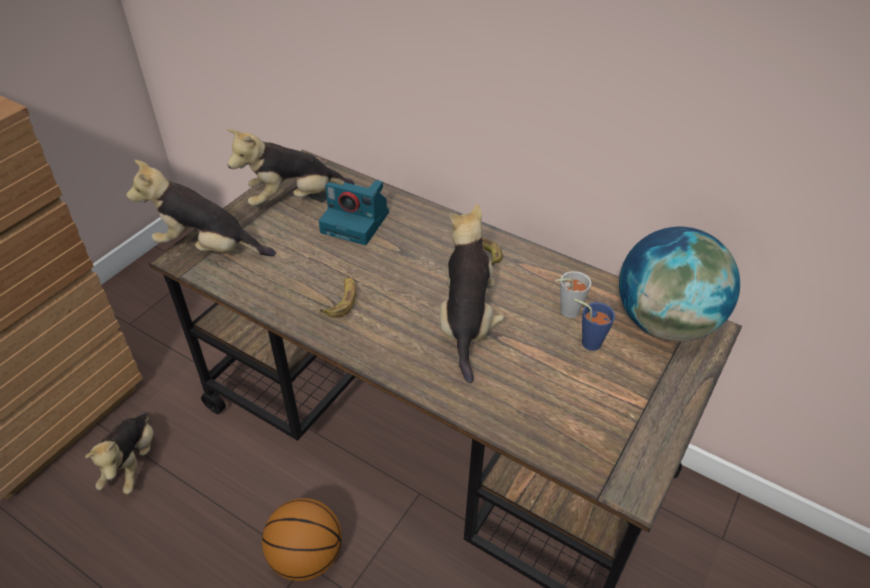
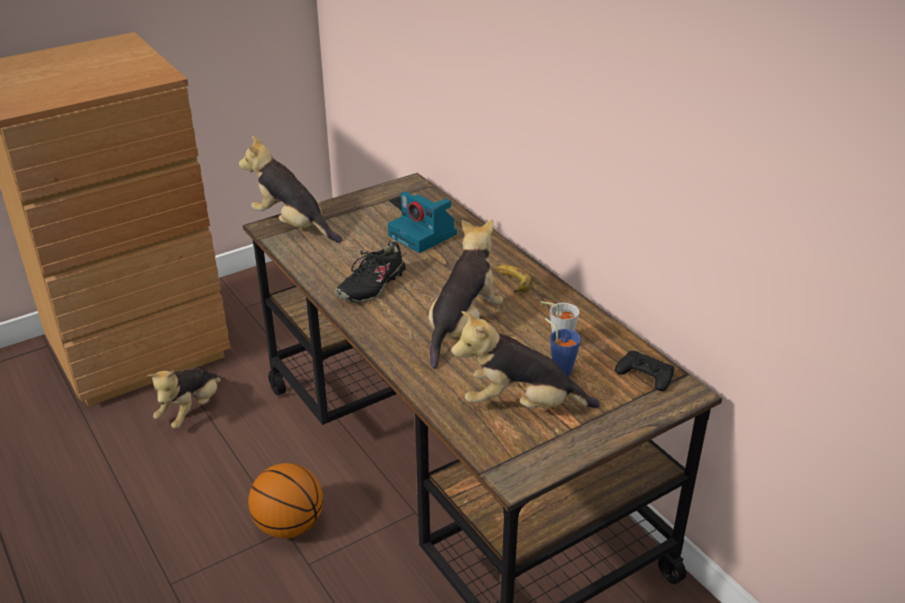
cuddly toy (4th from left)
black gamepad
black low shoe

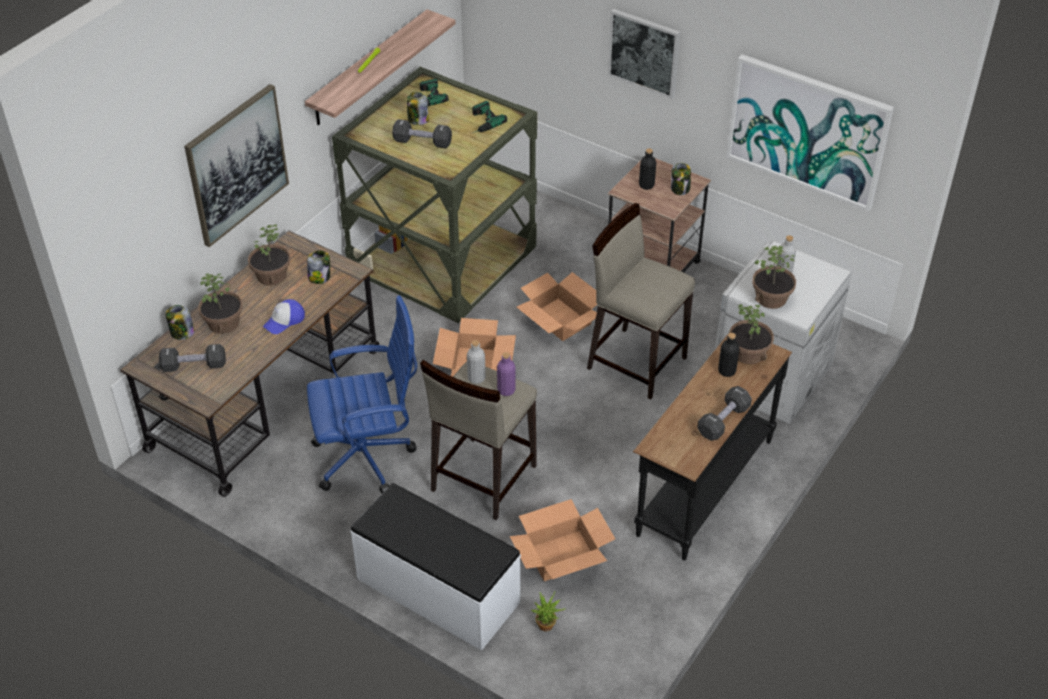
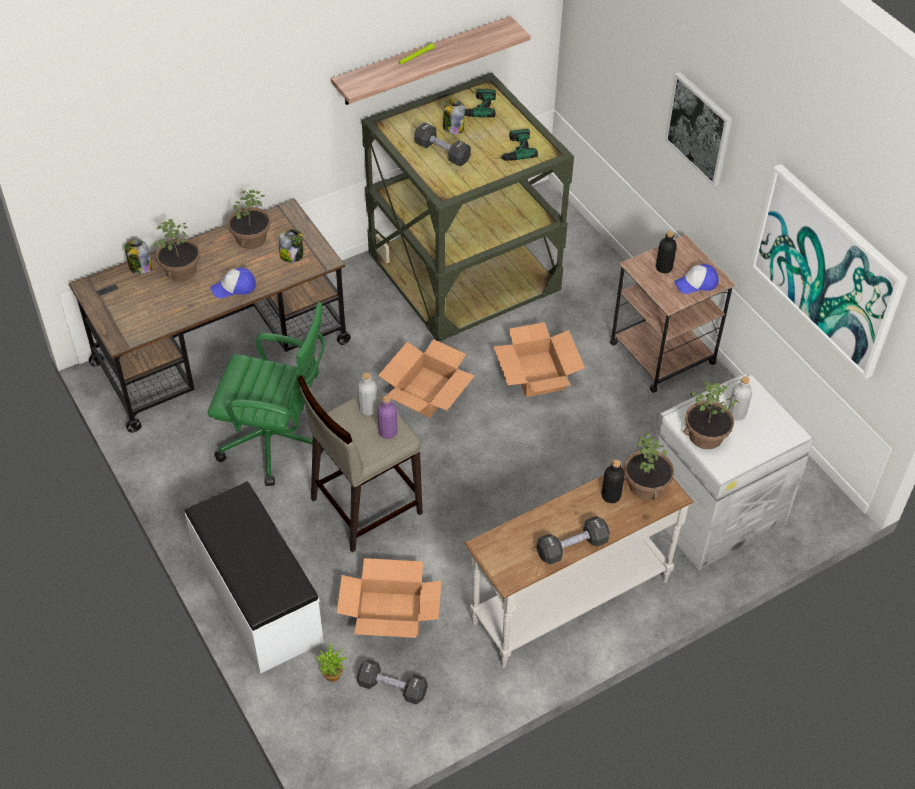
wall art (1st from left in the first image)
cap (2nd from left)
beige stool seat (2nd from left in the first image)
green-coloured desk chair
white hall table
black hand weight (1st from left)

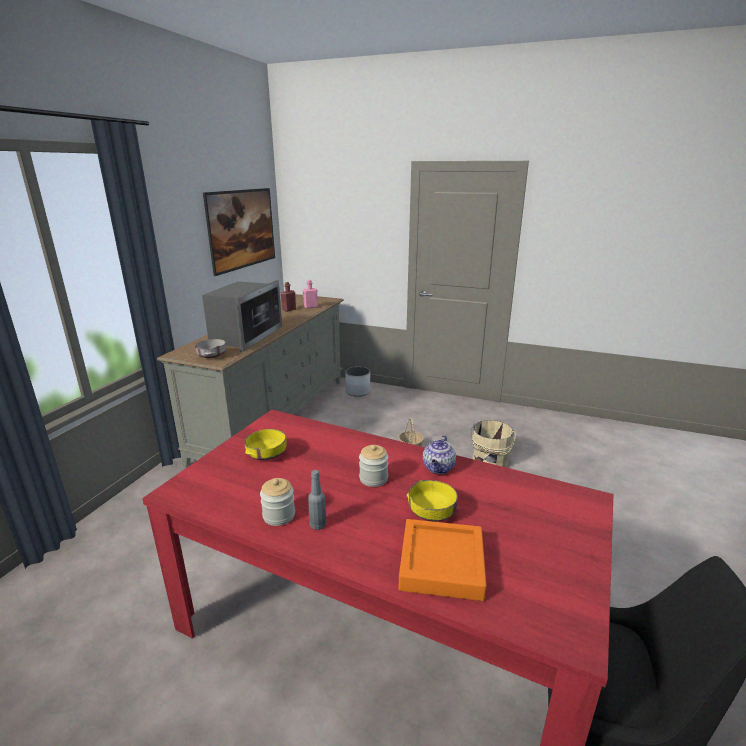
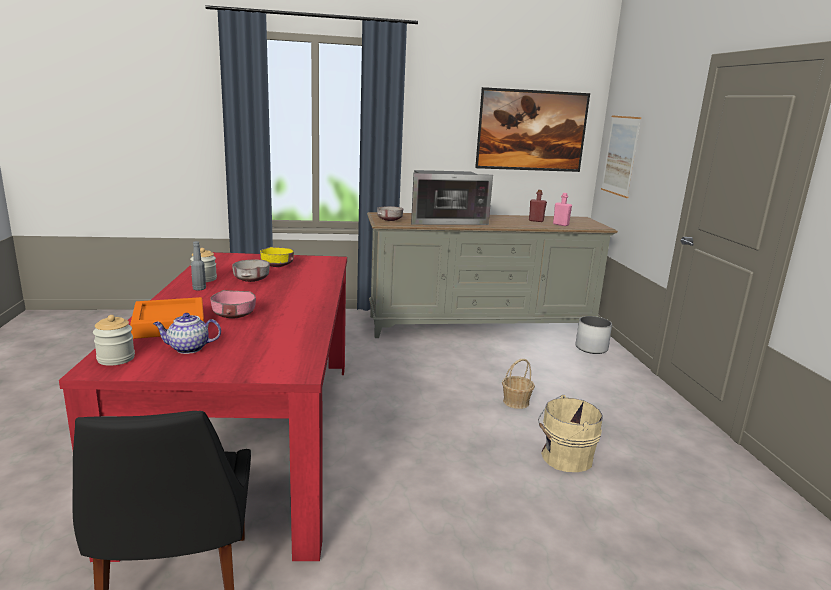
tea pot
preserve jar (1st from left)
pinkish deep dish
wall art (2nd from left)
gray deep dish (1st from left)

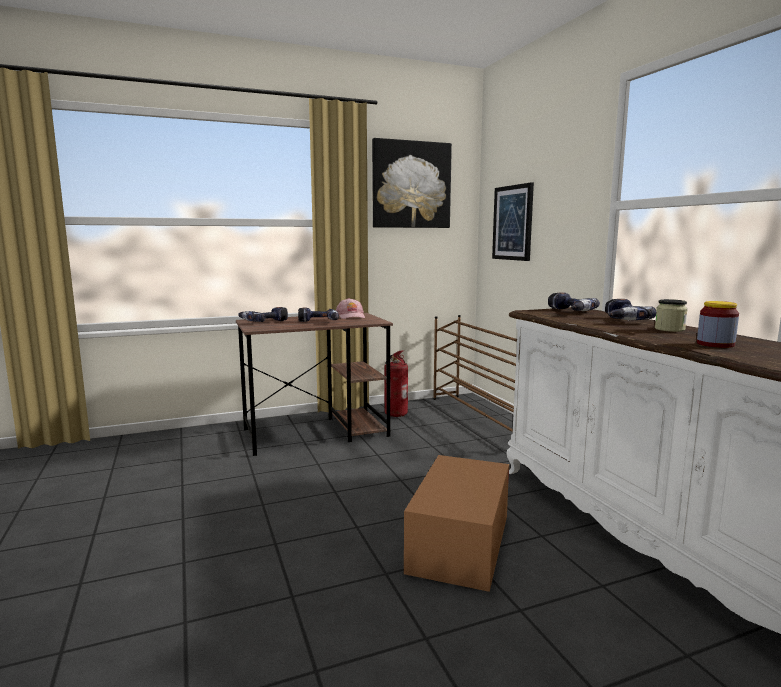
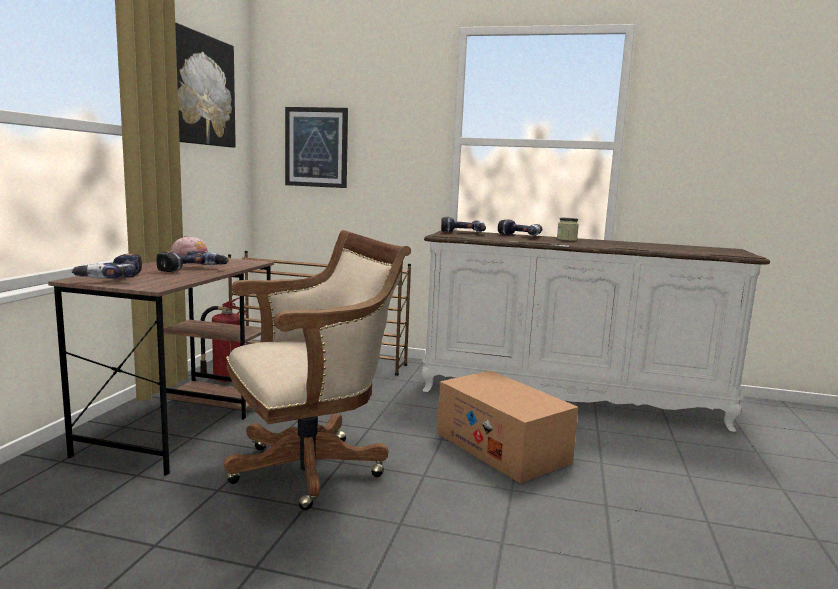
preserve jar (2nd from left in the first image)
desk chair

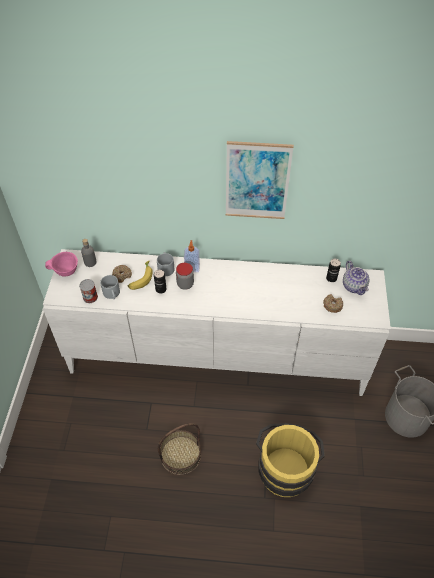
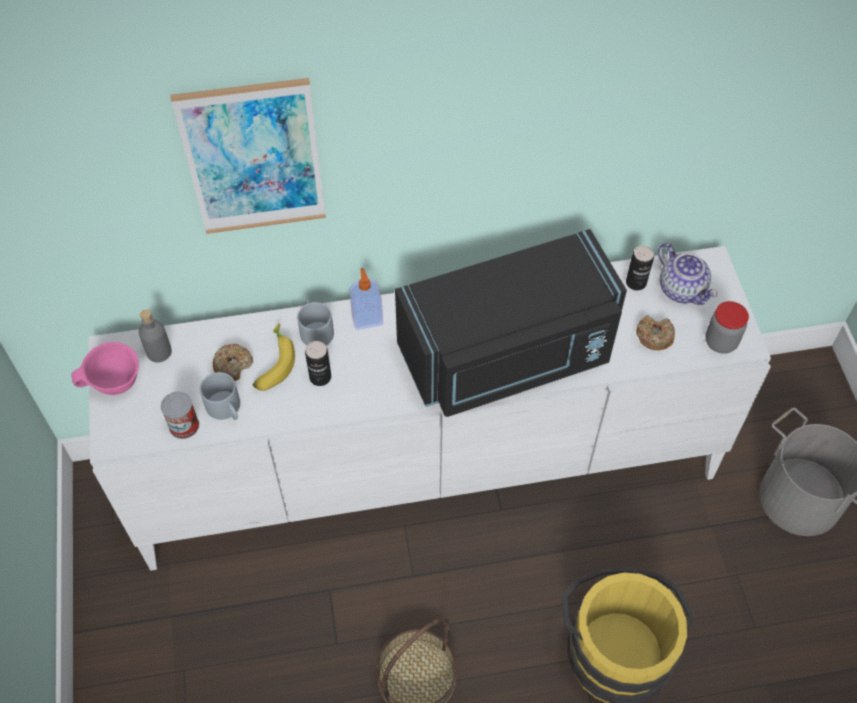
wall art
preserve jar
black kitchen microwave

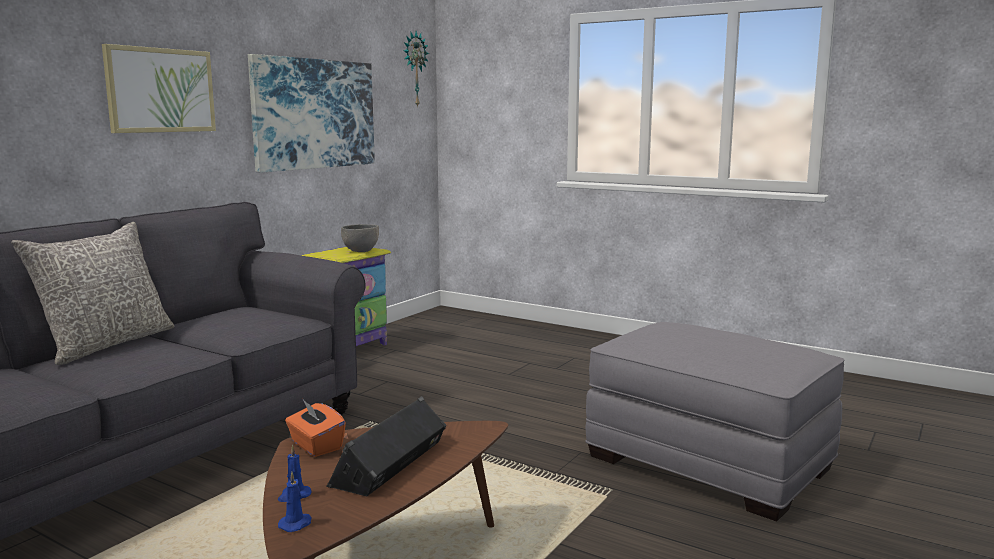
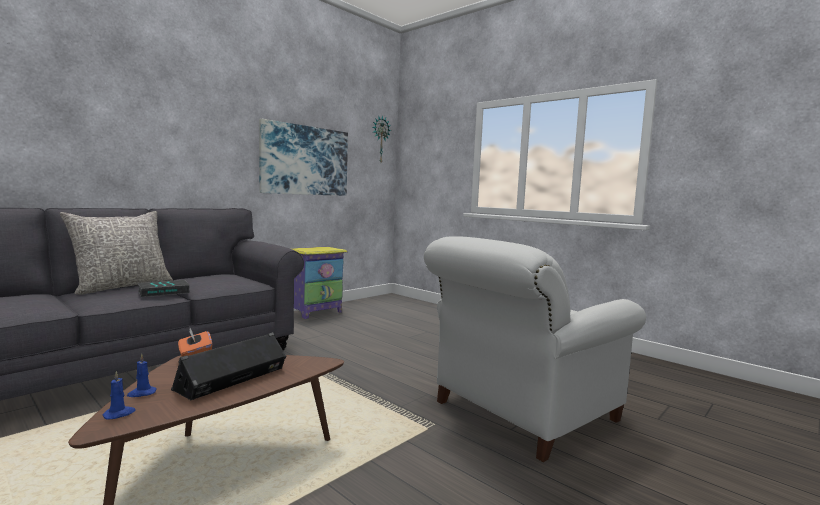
wall art (1st from left in the first image)
gray deep dish
white armchair
book

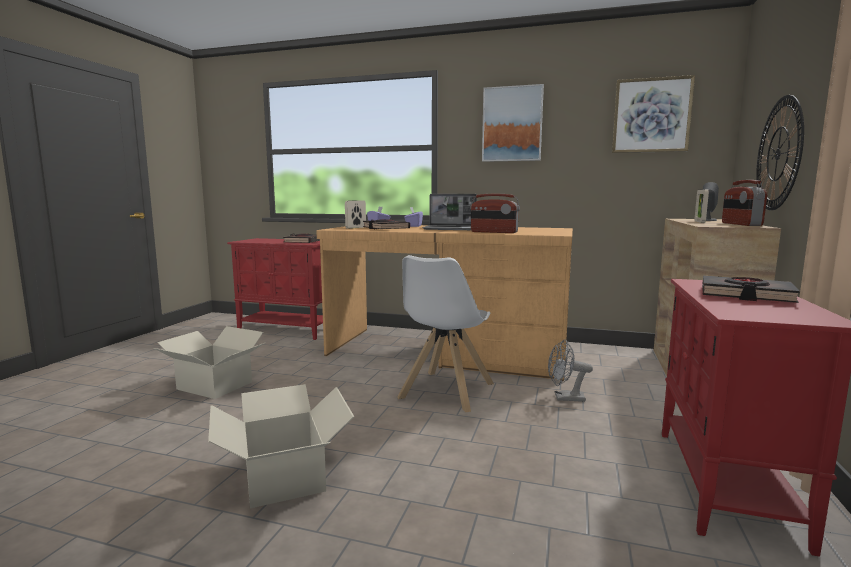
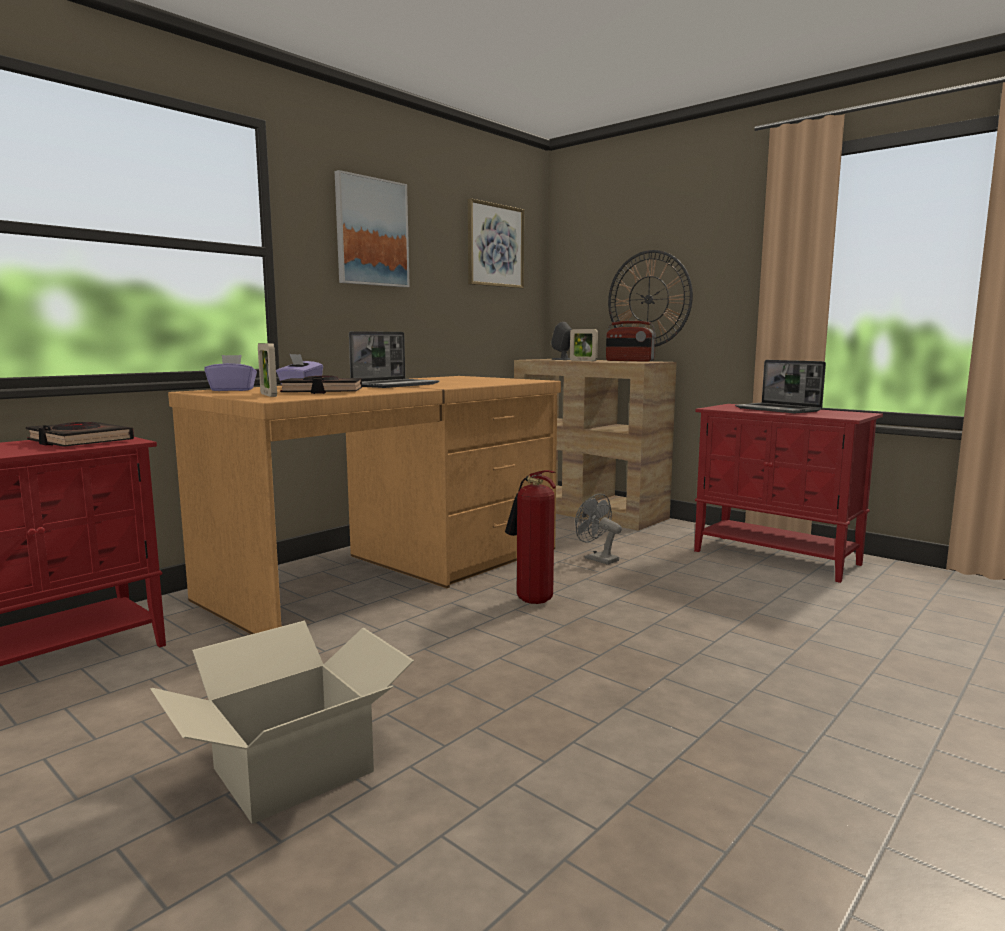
radio set (1st from left in the first image)
fire extinguisher
portable computer (2nd from left)
gray electric fan
carton (2nd from left in the first image)

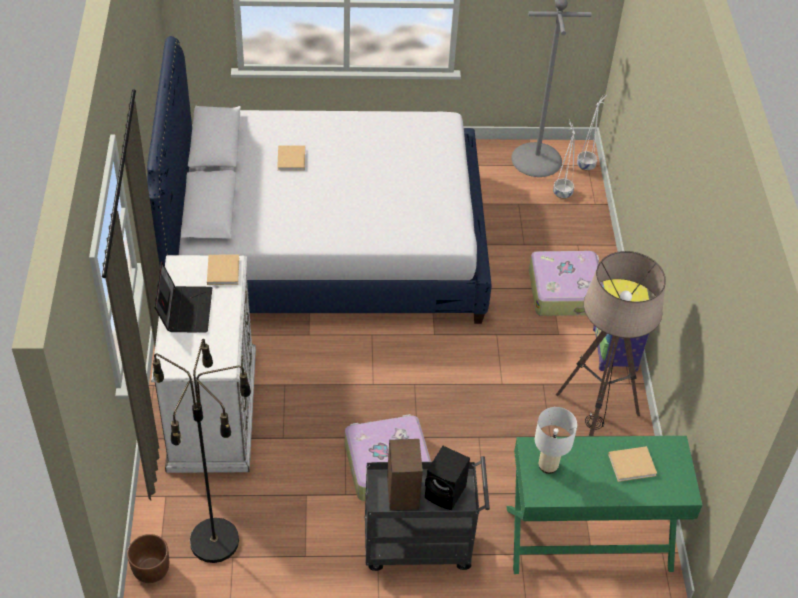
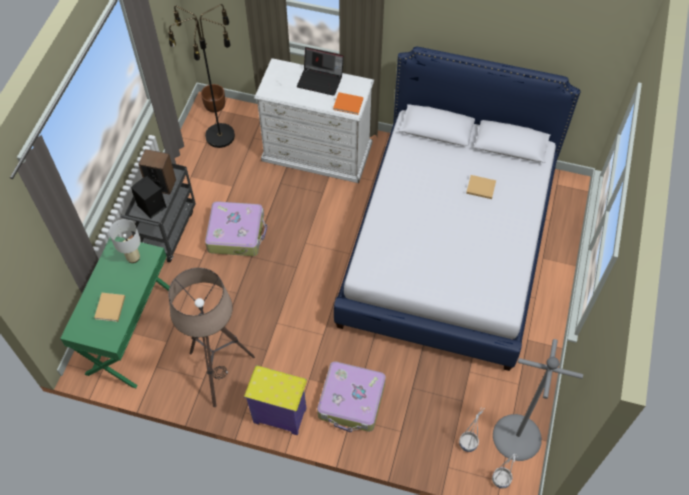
orange-coloured book

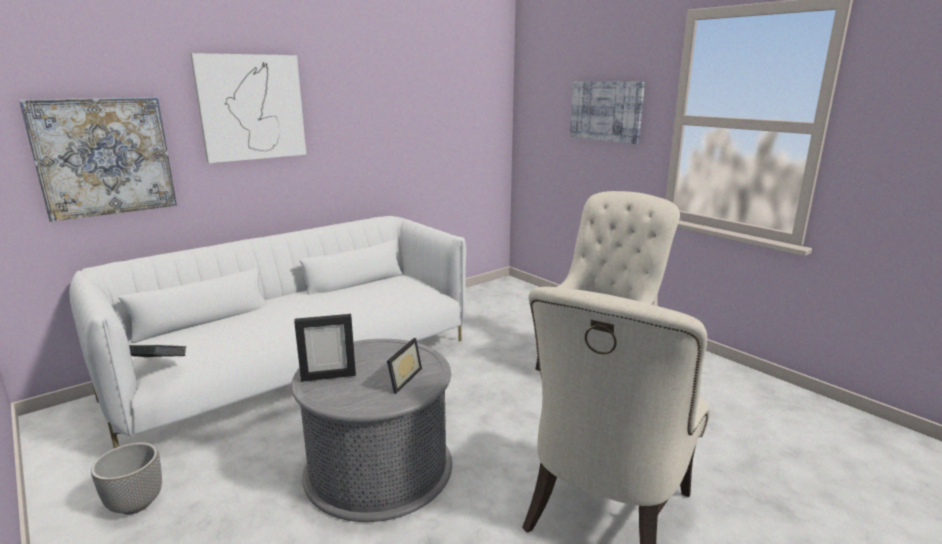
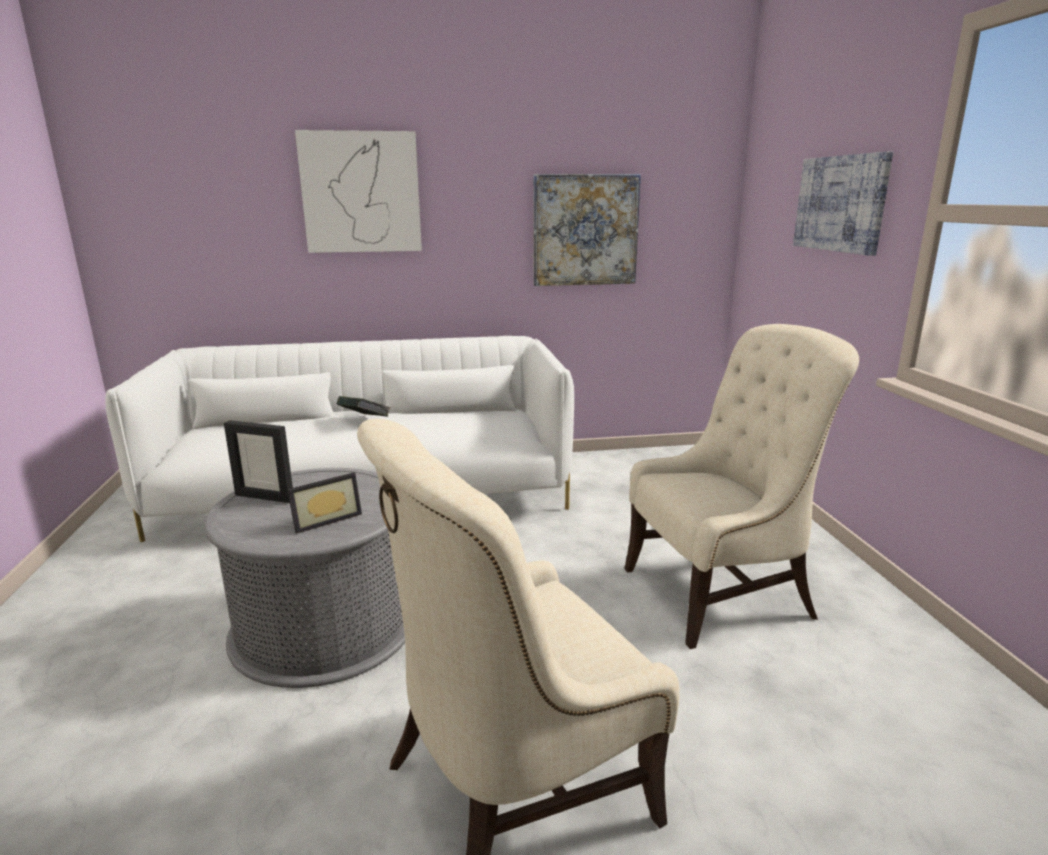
wall art (2nd from left)
book
planter

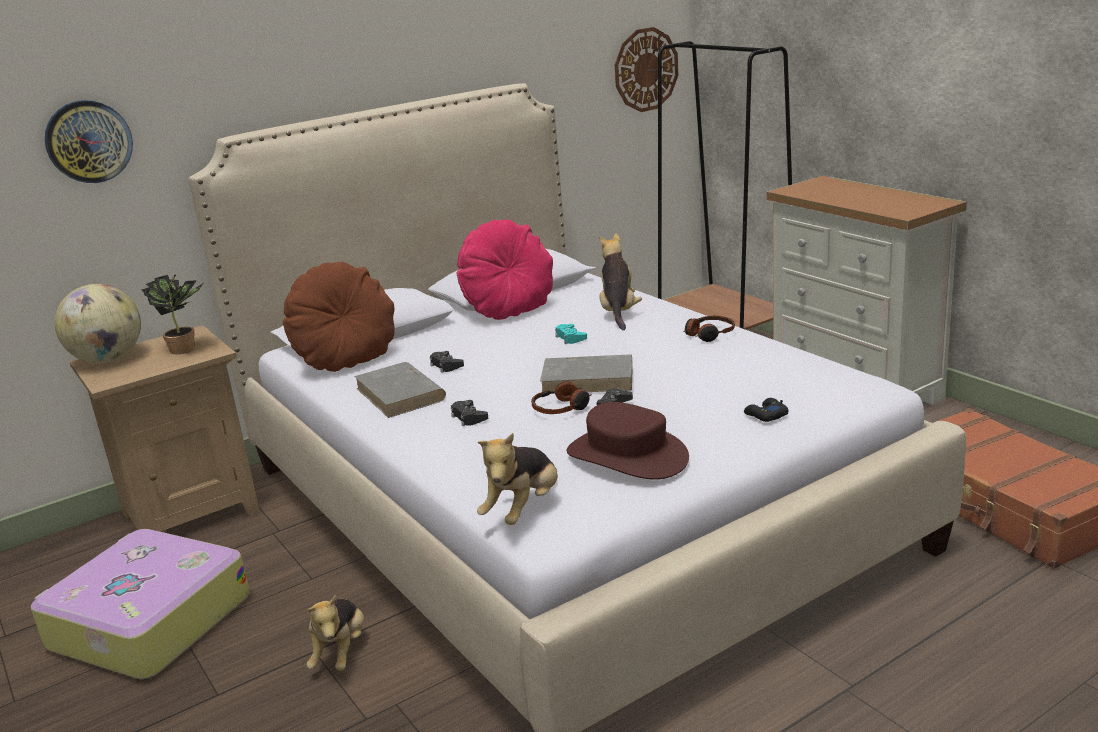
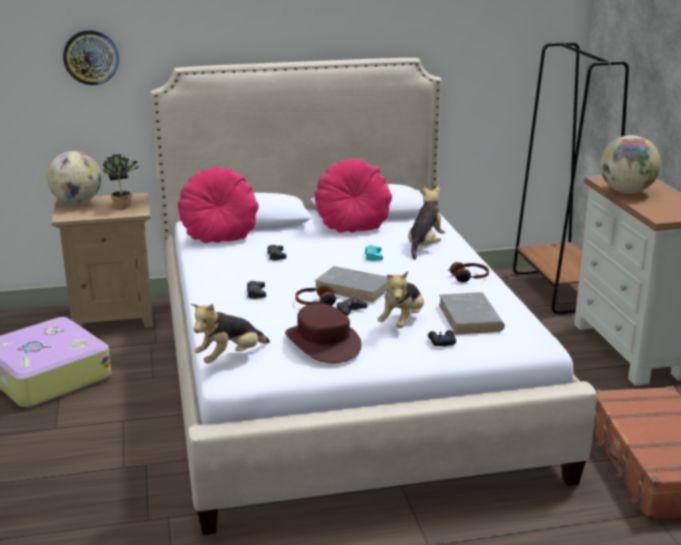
clock on the wall (2nd from left in the first image)
pinkish cushion (1st from left)
gray book (2nd from left)
cuddly toy (2nd from left)
globe (2nd from left)

